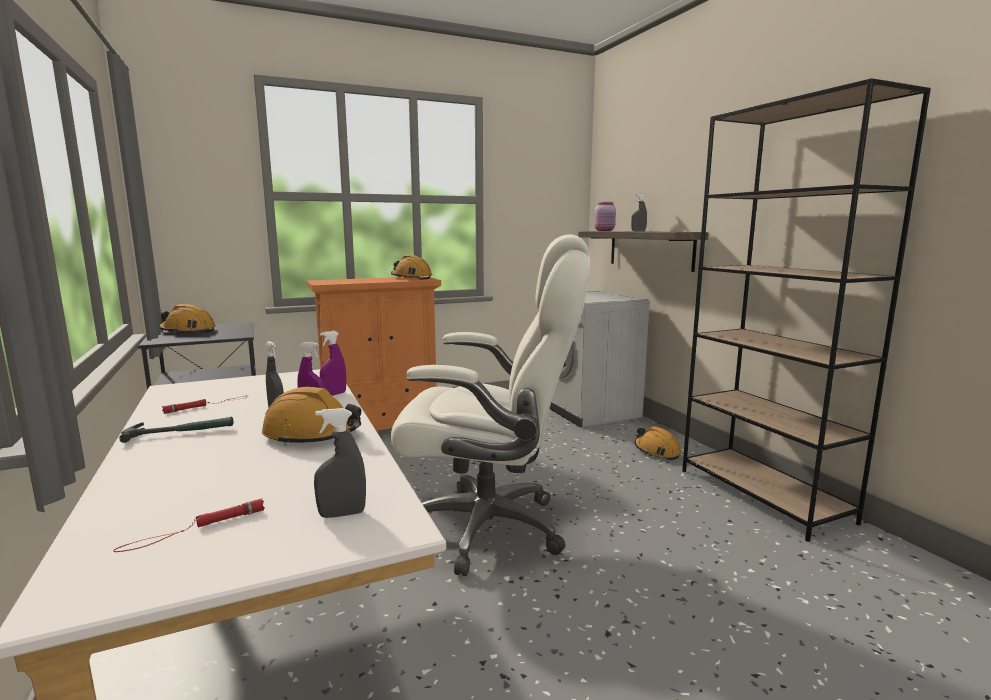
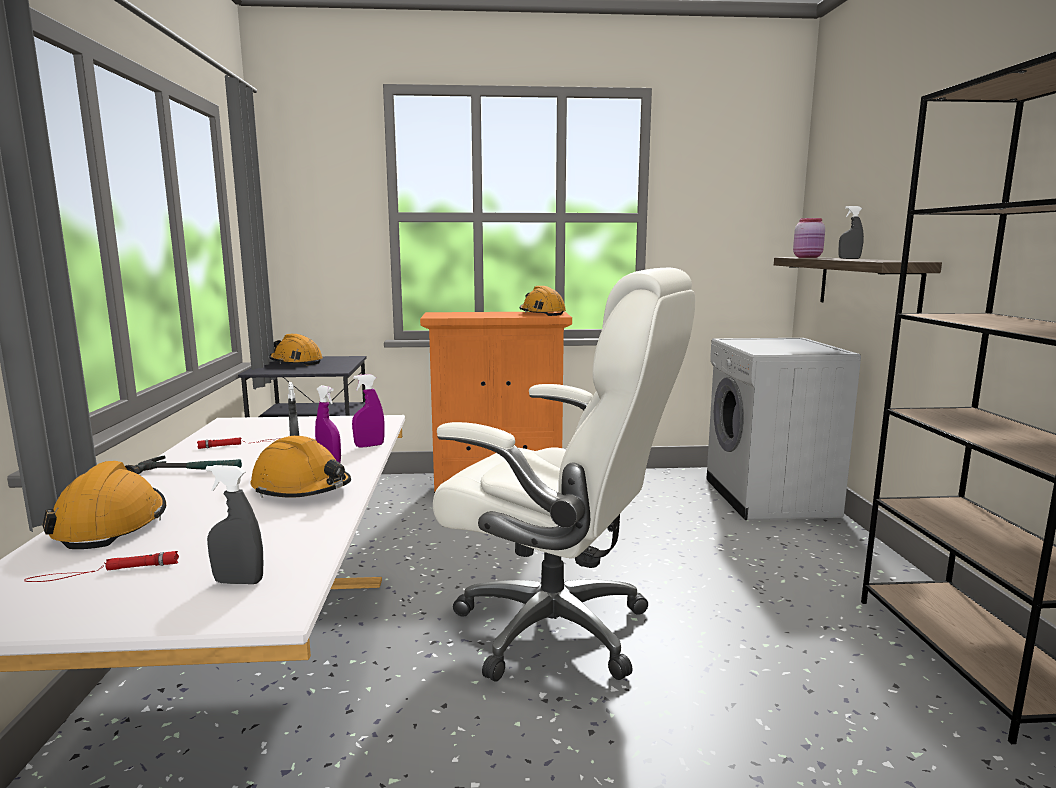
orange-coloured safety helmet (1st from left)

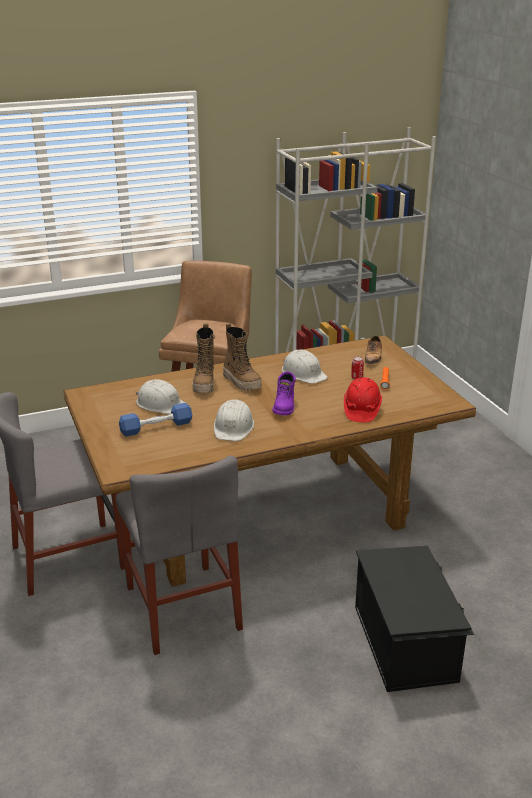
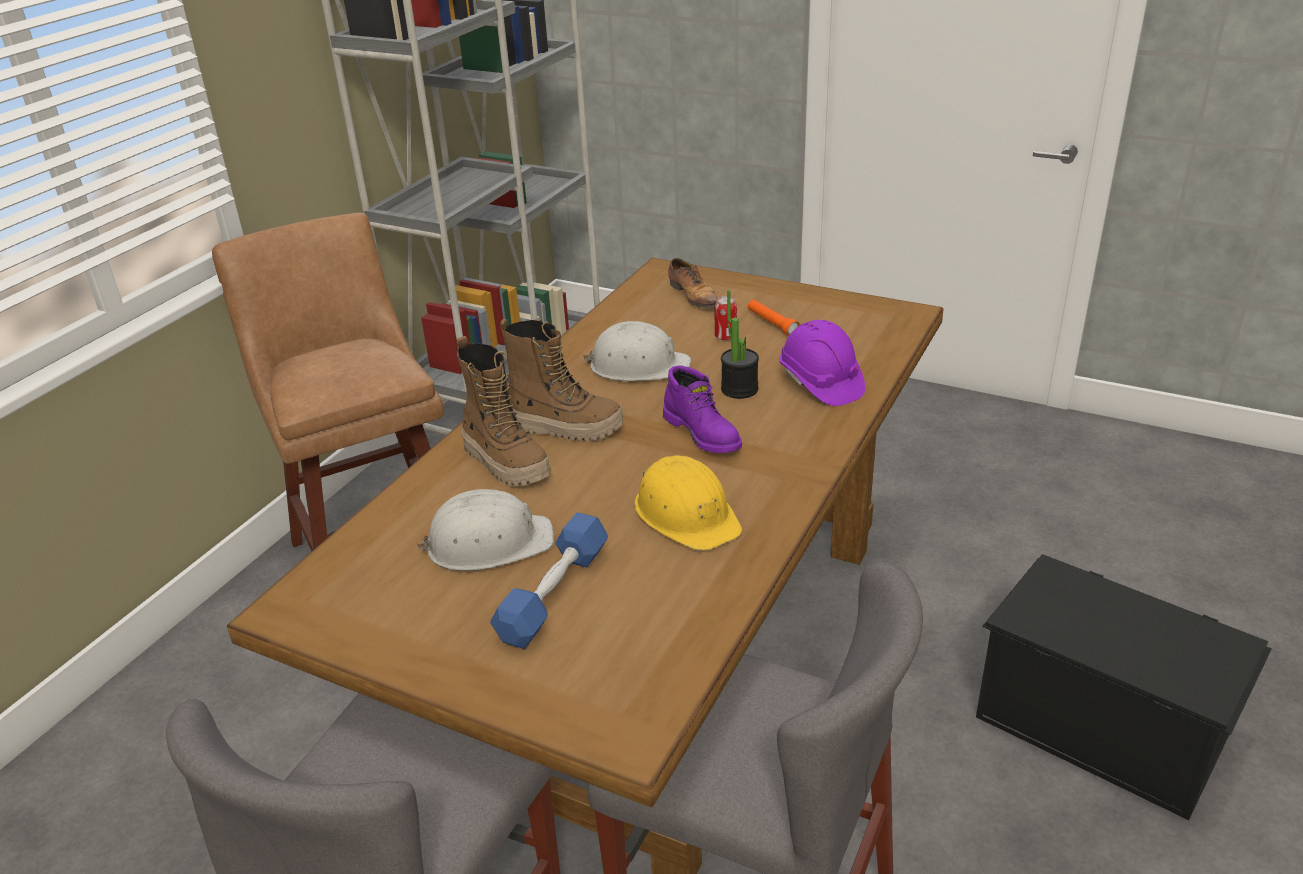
purple safety helmet
yellow-coloured safety helmet
potted plant

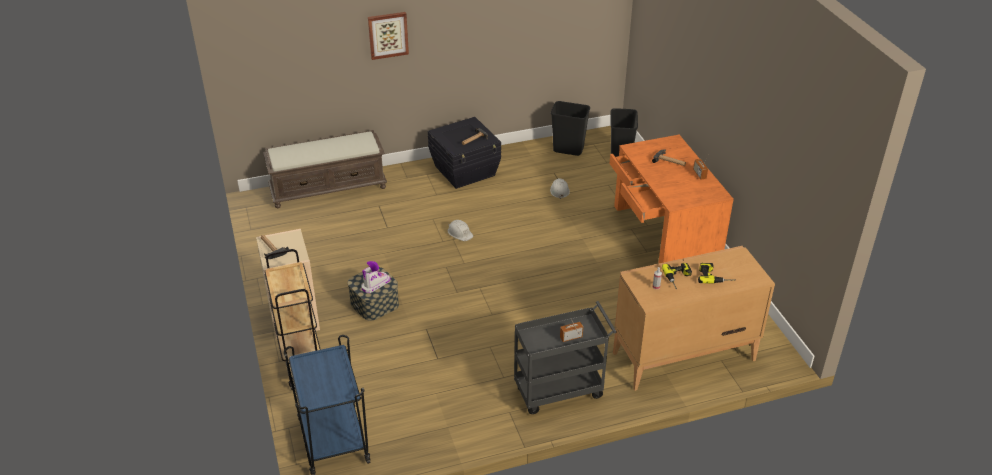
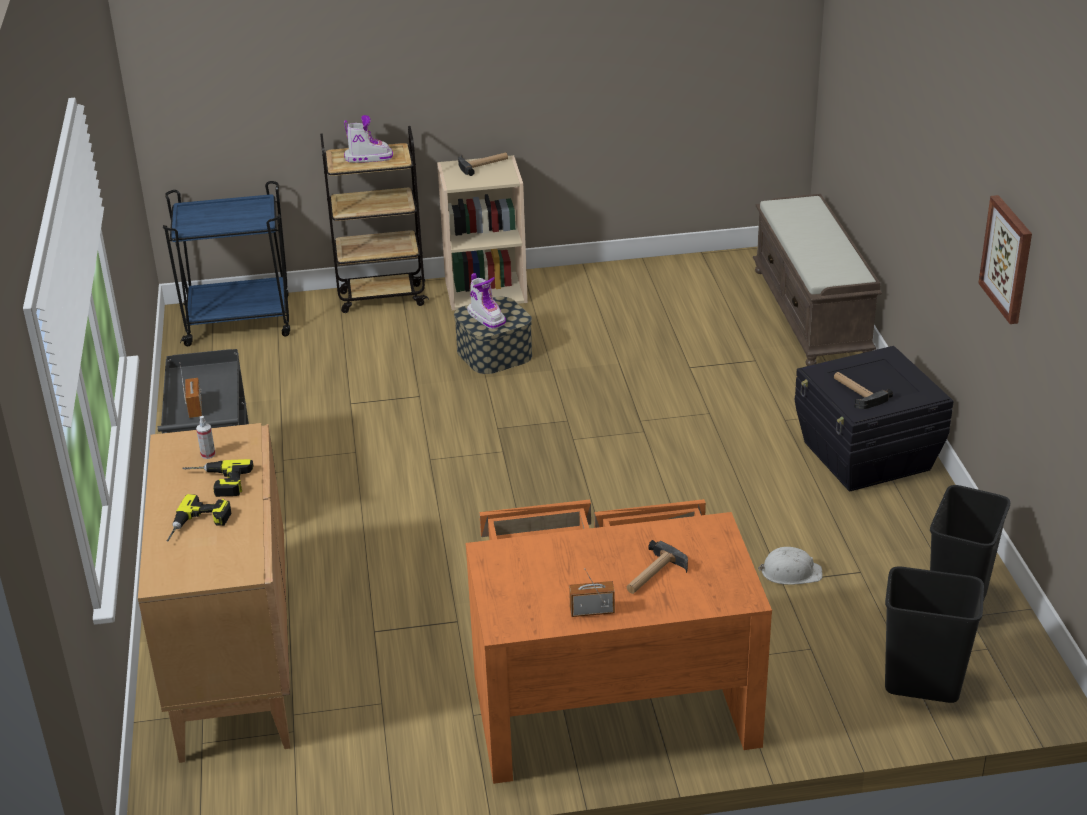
wall art
white safety helmet (1st from left in the first image)
boot (1st from left)

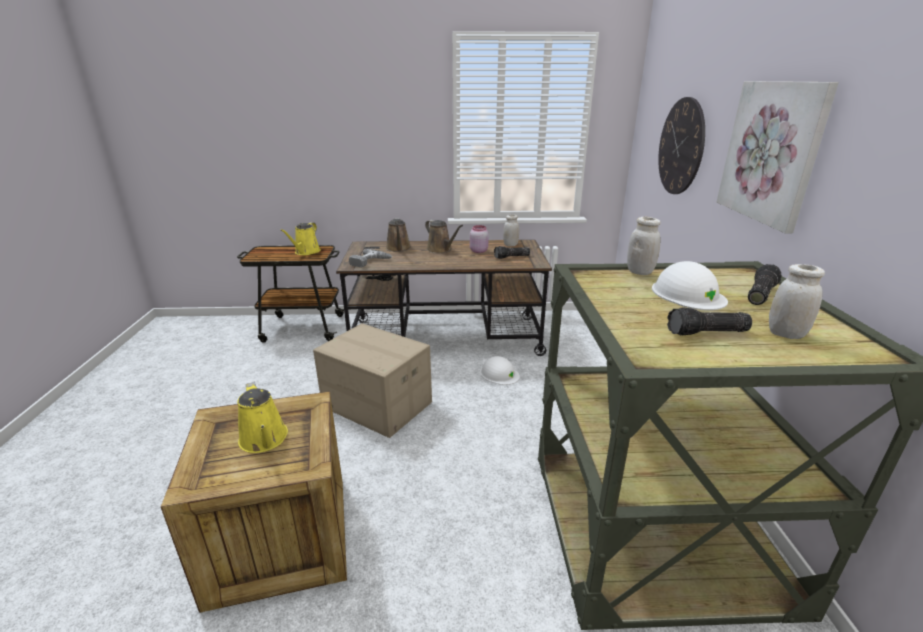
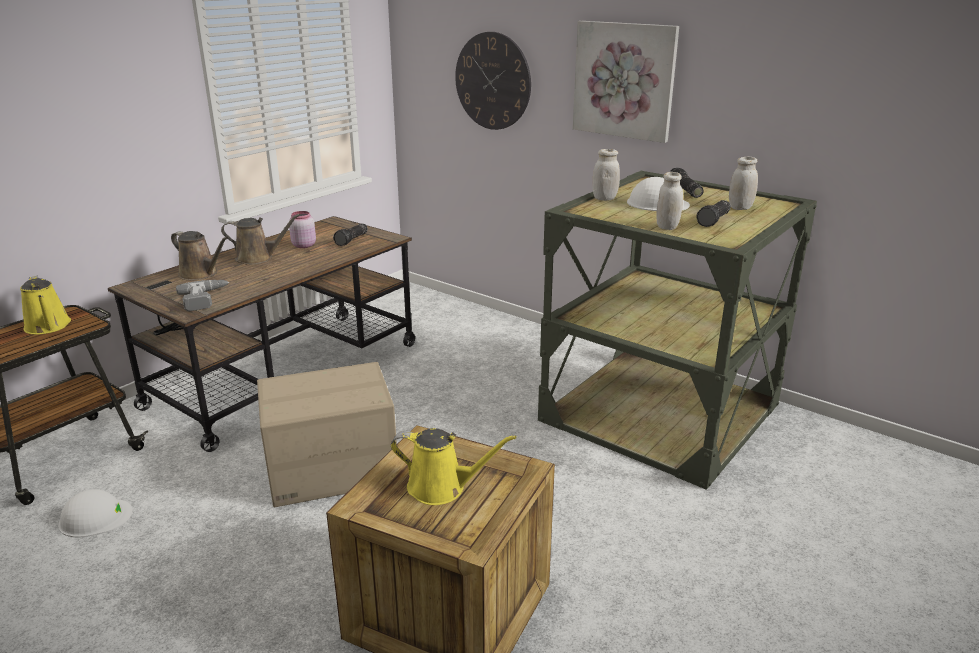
white preserve jar (2nd from left)
white safety helmet (1st from left)

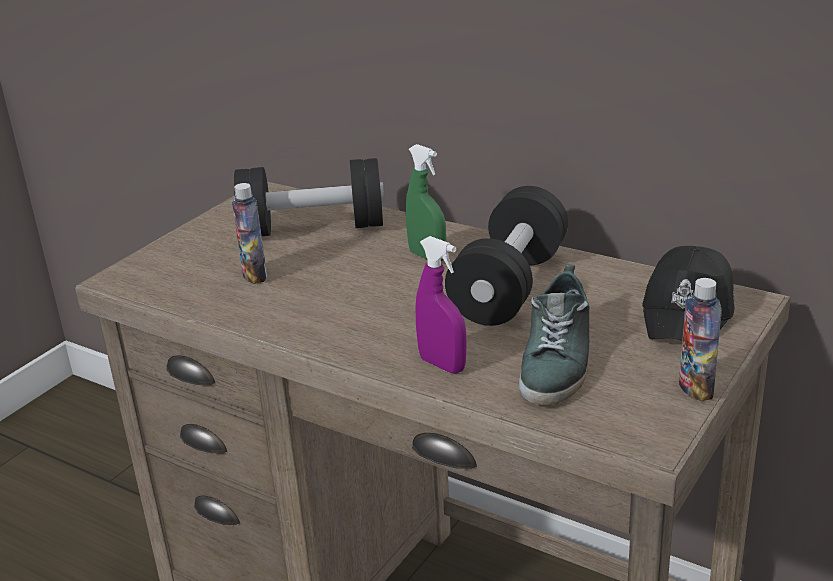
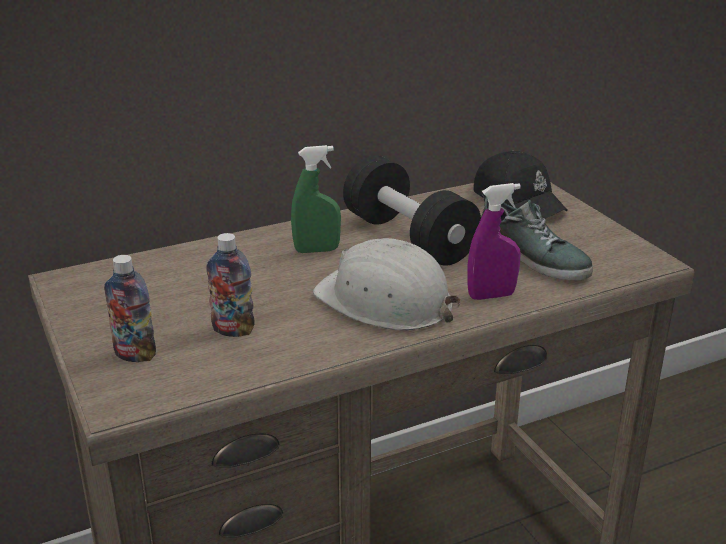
black hand weight (1st from left in the first image)
beverage bottle (1st from left)
white safety helmet

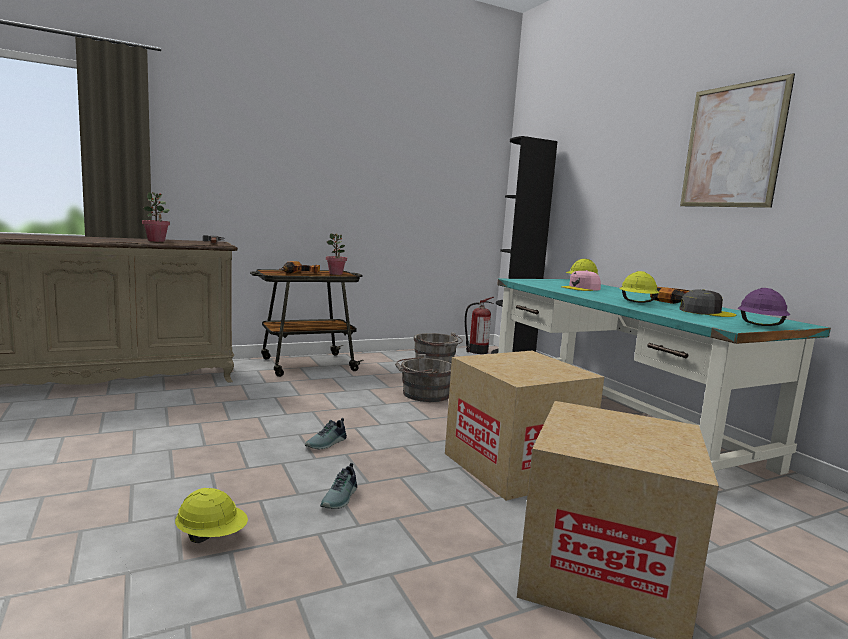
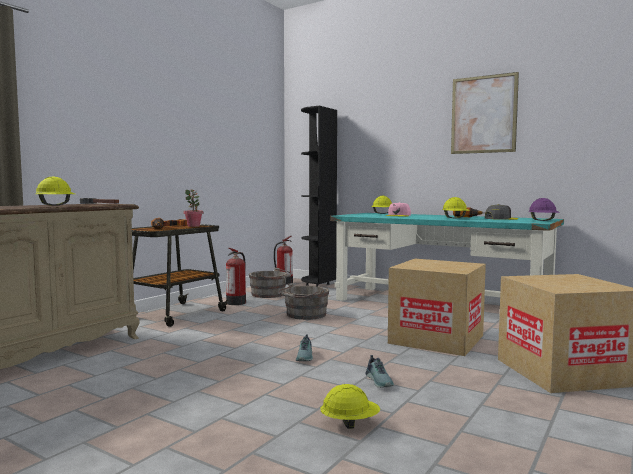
yellow-coloured safety helmet (1st from left)
fire extinguisher (1st from left)

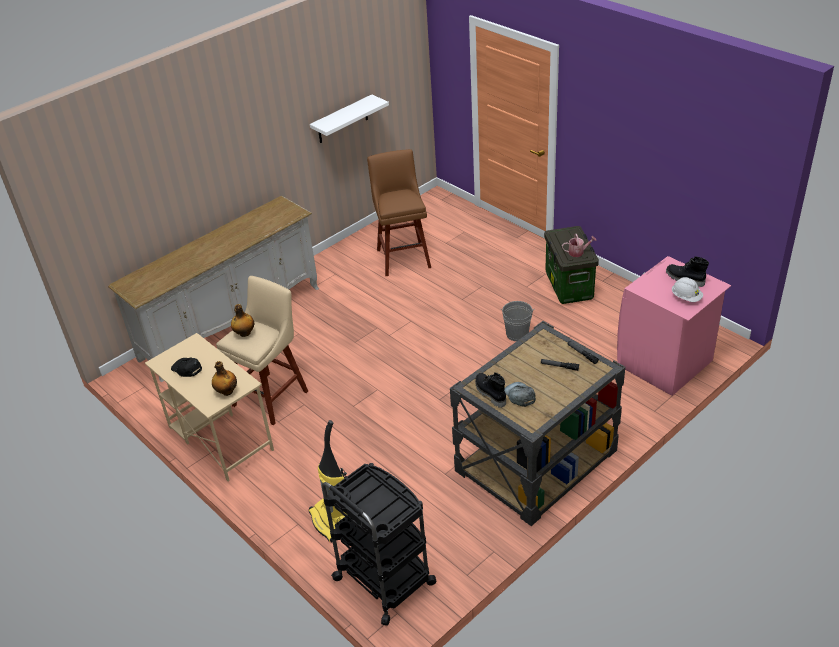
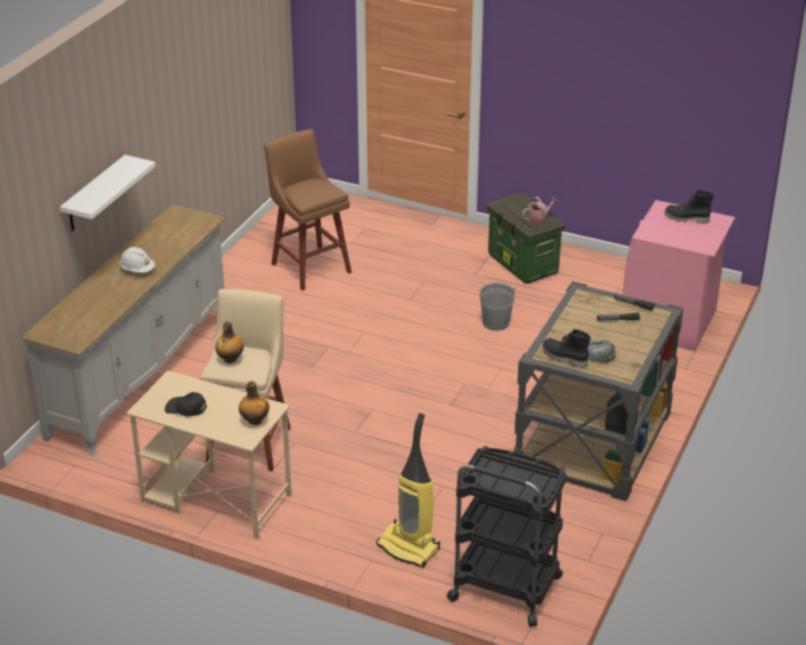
white shelf
white safety helmet

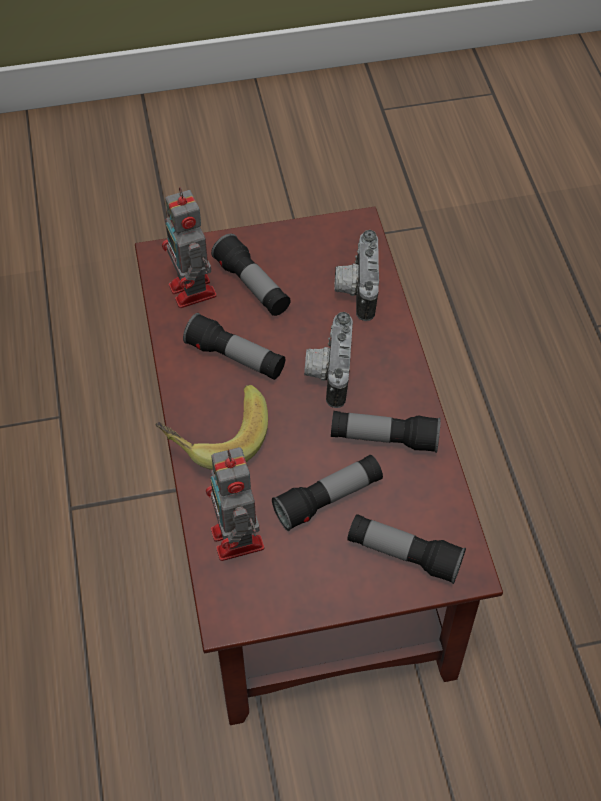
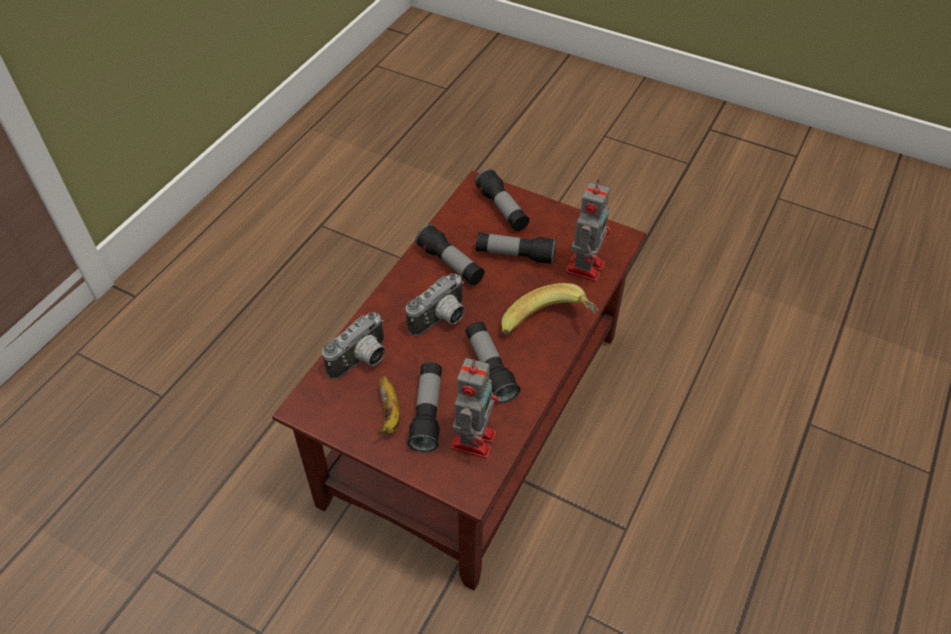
whole banana (1st from left)

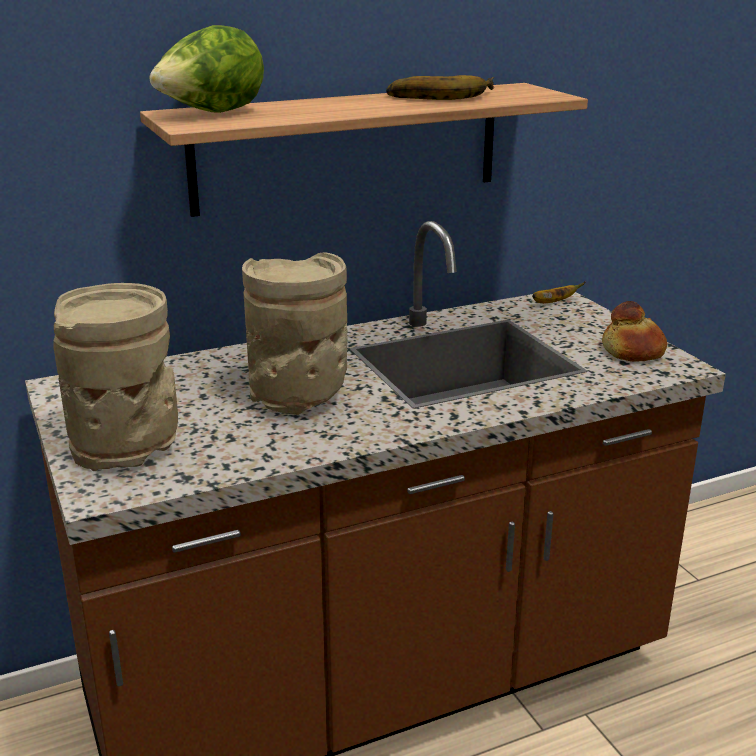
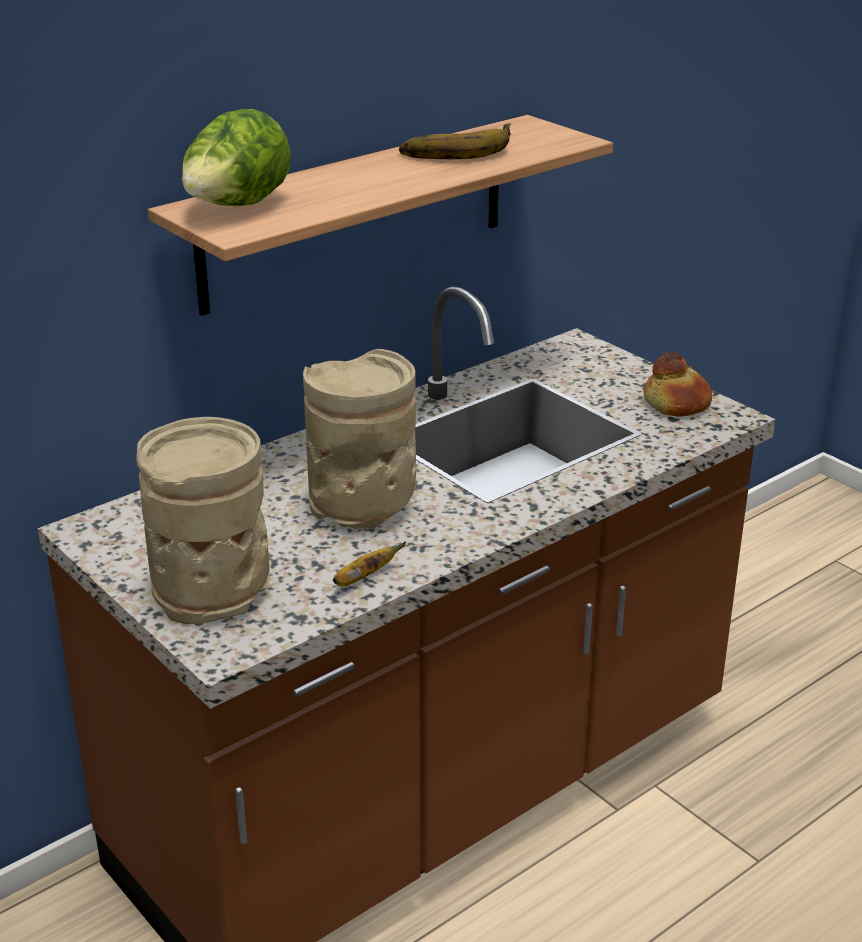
whole banana (1st from left)

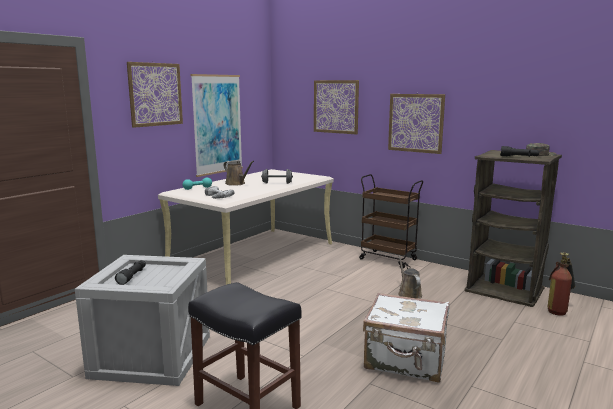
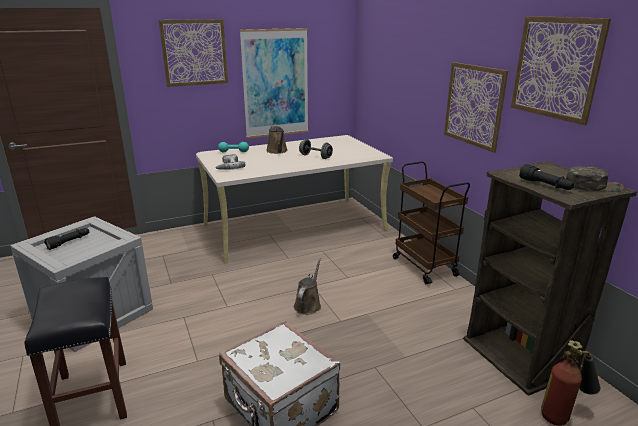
wall art (4th from left)
brownish watering pot (2nd from left)

